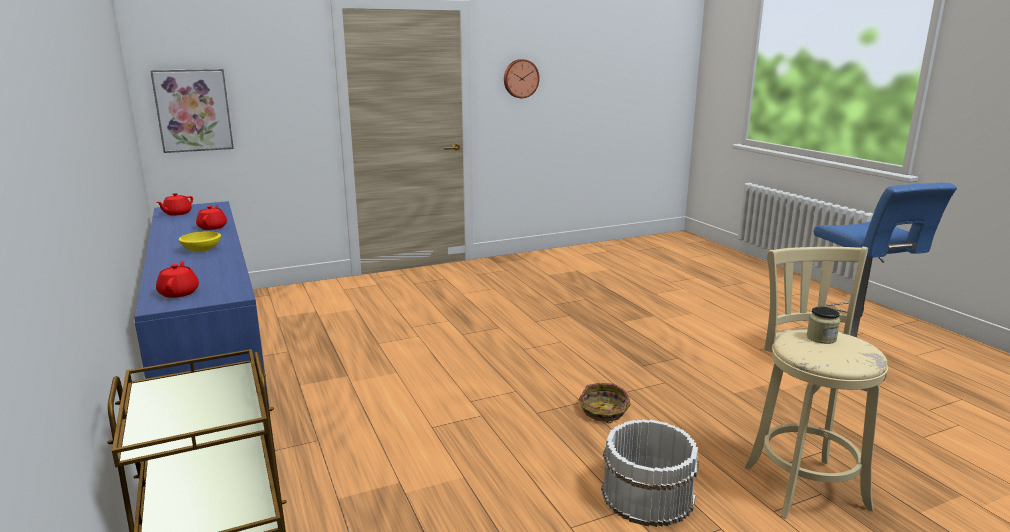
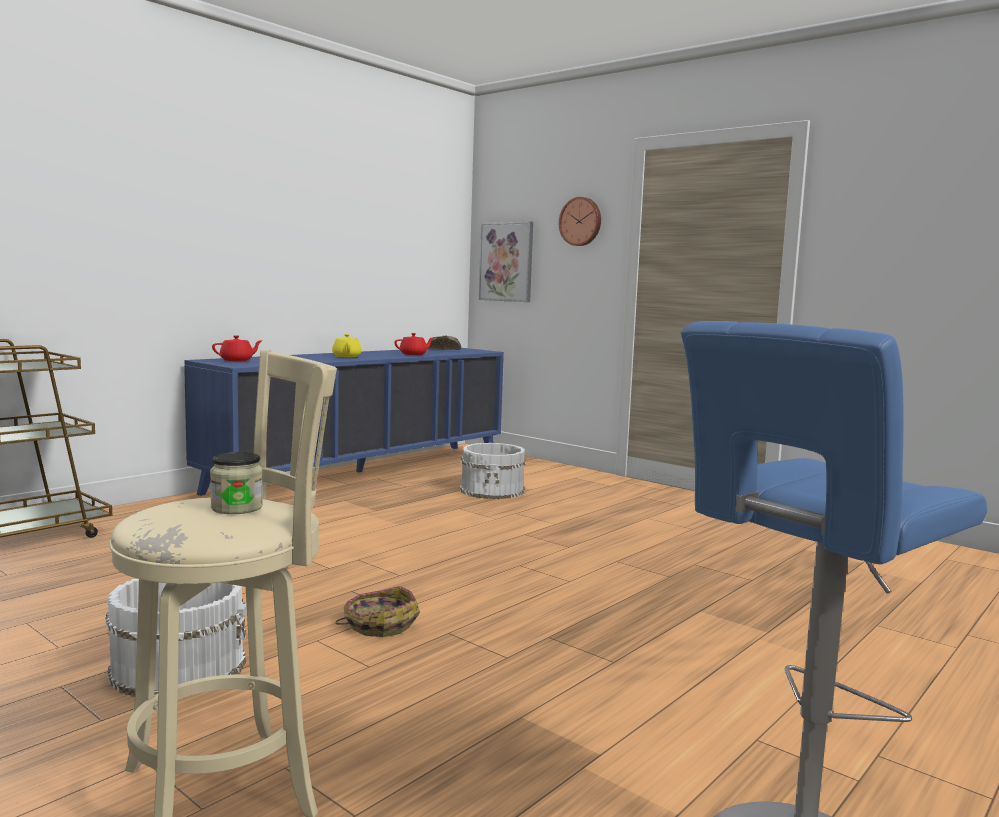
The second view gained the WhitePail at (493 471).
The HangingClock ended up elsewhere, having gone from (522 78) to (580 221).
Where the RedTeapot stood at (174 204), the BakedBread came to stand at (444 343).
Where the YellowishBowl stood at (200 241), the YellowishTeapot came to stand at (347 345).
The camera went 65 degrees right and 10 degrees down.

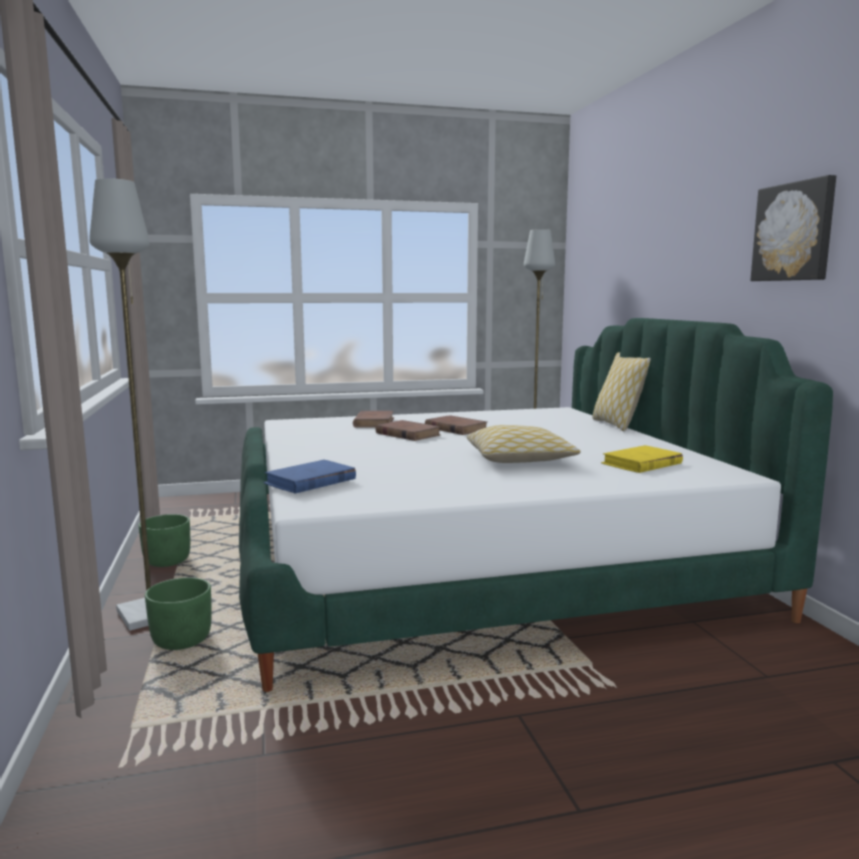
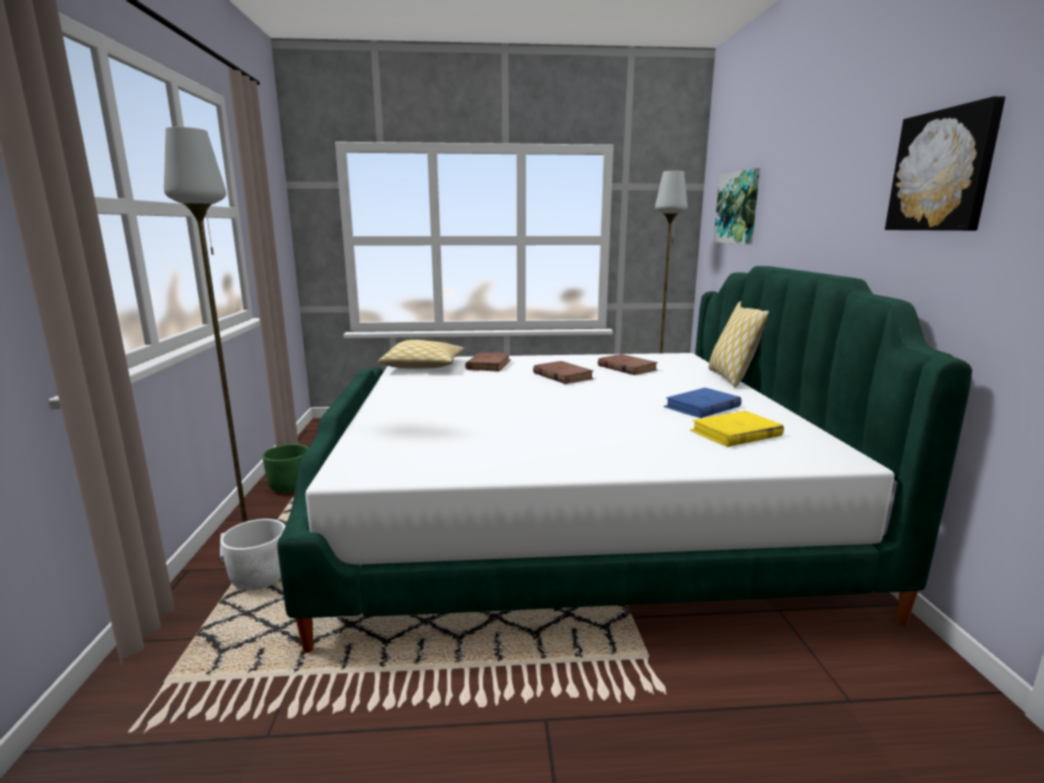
The second view gained the Picture at (737 206).
The BluishBook ended up elsewhere, having gone from (309 477) to (703 403).
The BrownBook ended up elsewhere, having gone from (408 430) to (628 364).
The Cushion ended up elsewhere, having gone from (524 444) to (421 354).
What was the GreenColouredPlantPot at (178 613) turned into the WhitePlantPot at (252 554).
The camera went 10 degrees right and 5 degrees up.

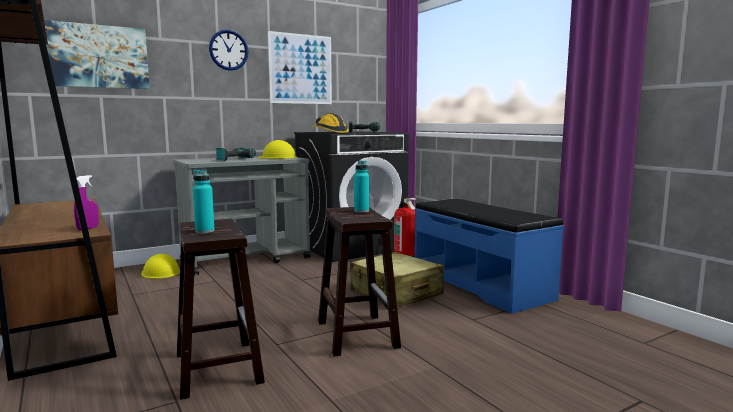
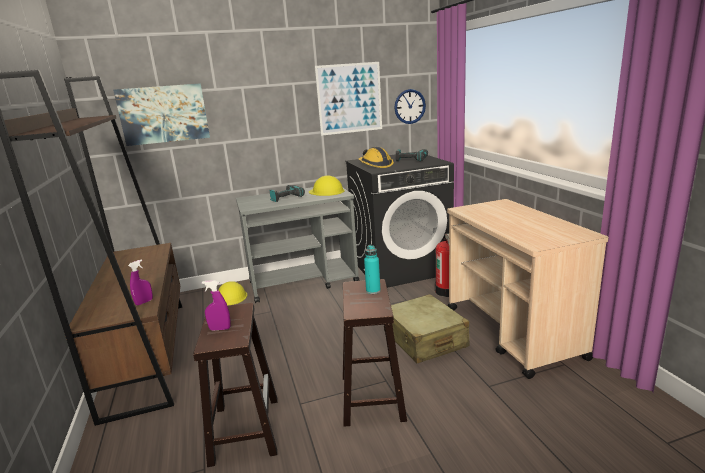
The HangingClock ended up elsewhere, having gone from (228 50) to (410 106).
Where the TurquoiseColouredDrinkBottle stood at (204 201), the PurpleSprayer came to stand at (216 305).
Where the BluishBench stood at (489 256), the SandColouredTrolley came to stand at (527 289).
The camera went 15 degrees right and 10 degrees up.

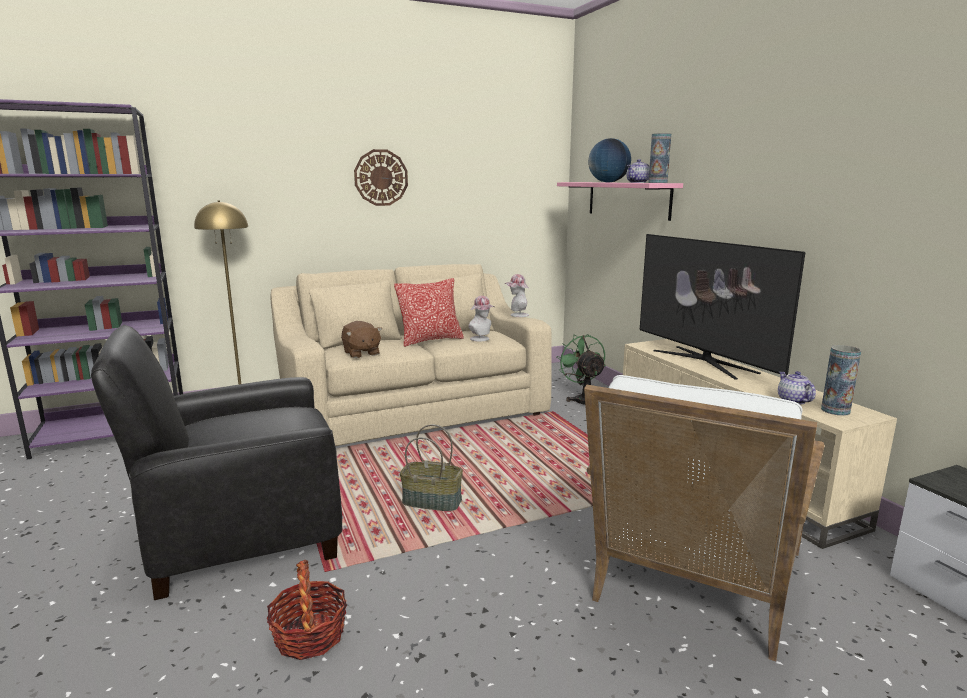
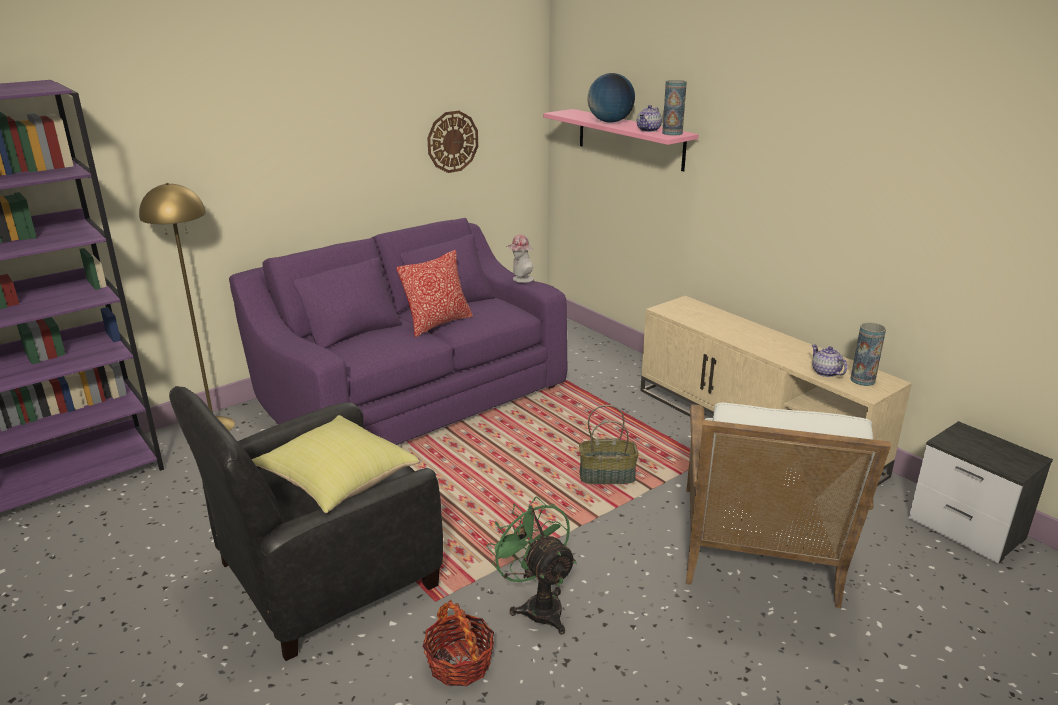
The second view lost the BrownSoftToy at (361 339).
The second view lost the WearableHat at (481 319).
The second view lost the TvSet at (722 306).
The second view gained the YellowishCushion at (335 464).
The HangingClock ended up elsewhere, having gone from (381 177) to (452 142).
The Basket ended up elsewhere, having gone from (431 467) to (609 444).
The GreenColouredCoolingFan ended up elsewhere, having gone from (581 369) to (532 565).
What was the SandColouredSofa at (411 355) turned into the PurpleSofa at (398 331).
The camera went 15 degrees left and 10 degrees up.

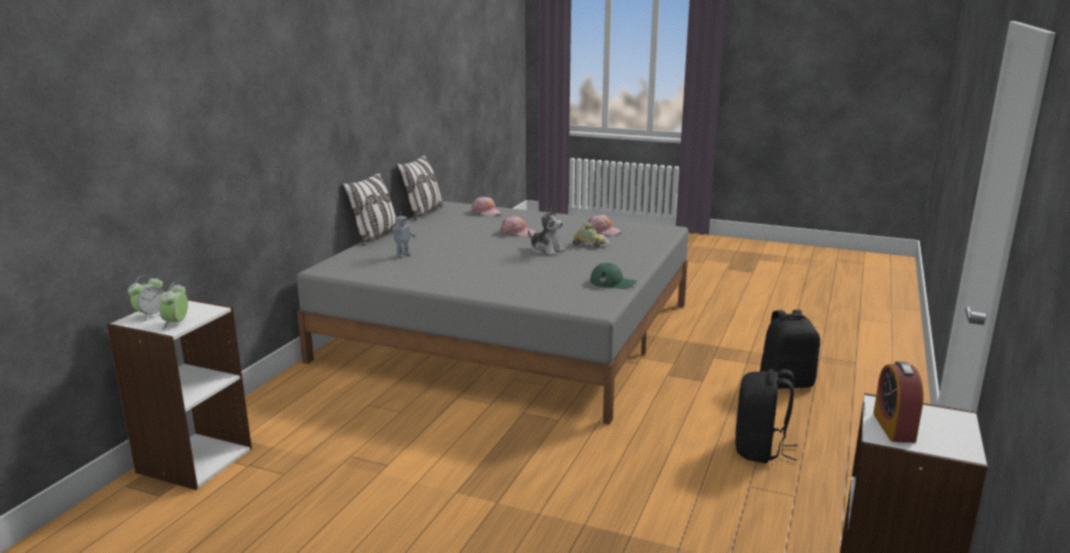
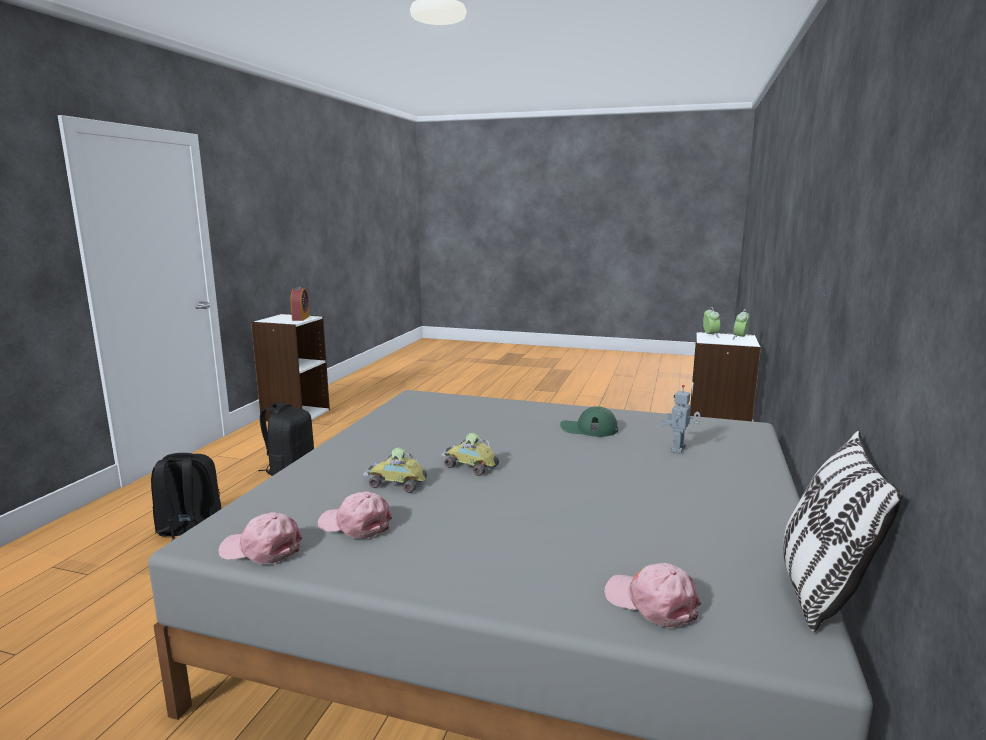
The second view lost the Cushion at (370 209).
The PinkColouredPeakedCap ended up elsewhere, having gone from (518 226) to (260 538).
The GreenColouredPeakedCap ended up elsewhere, having gone from (613 276) to (589 421).
Where the SoftToy stood at (546 232), the ToyCar came to stand at (470 454).
The camera went 175 degrees right and 5 degrees down.

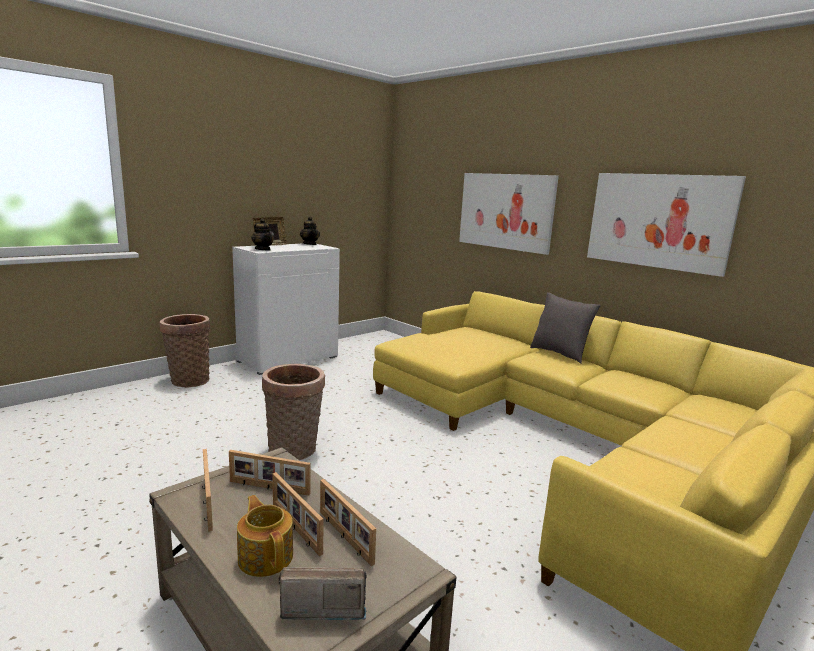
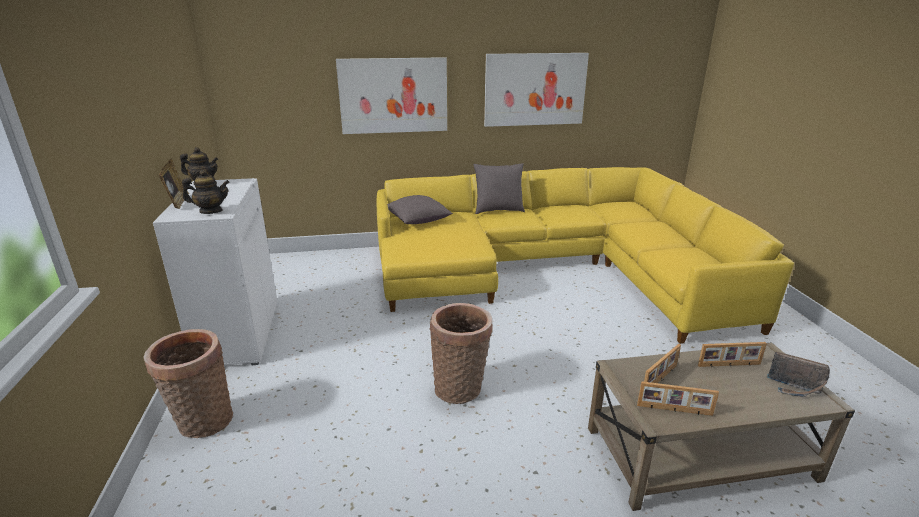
The second view lost the Teapot at (265 536).
The second view lost the PictureFrame at (298 514).
The second view gained the GreyishCushion at (420 209).
The Radio at (322 593) ended up facing another way, 90 degrees counterclockwise from before.
The camera went 55 degrees left and 10 degrees up.

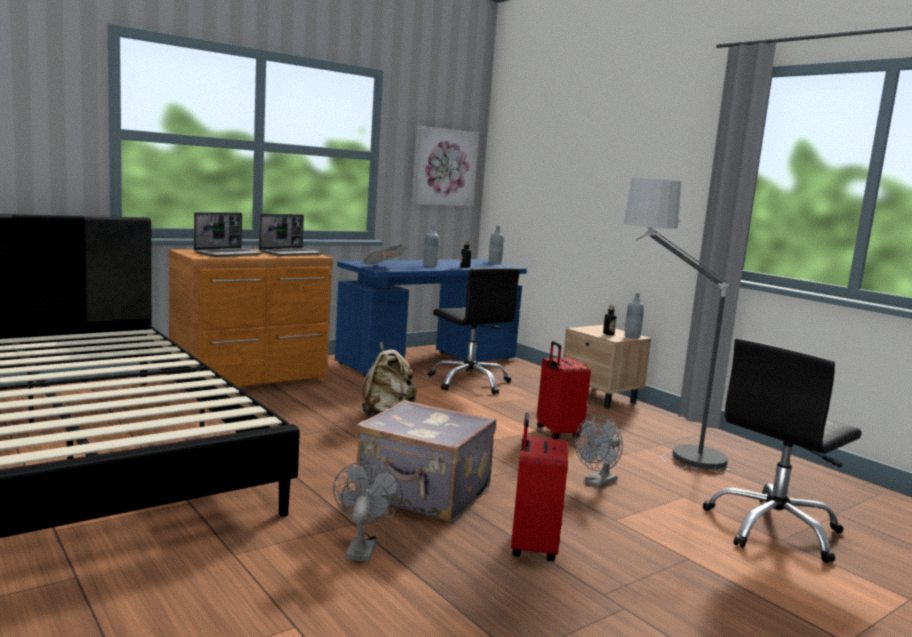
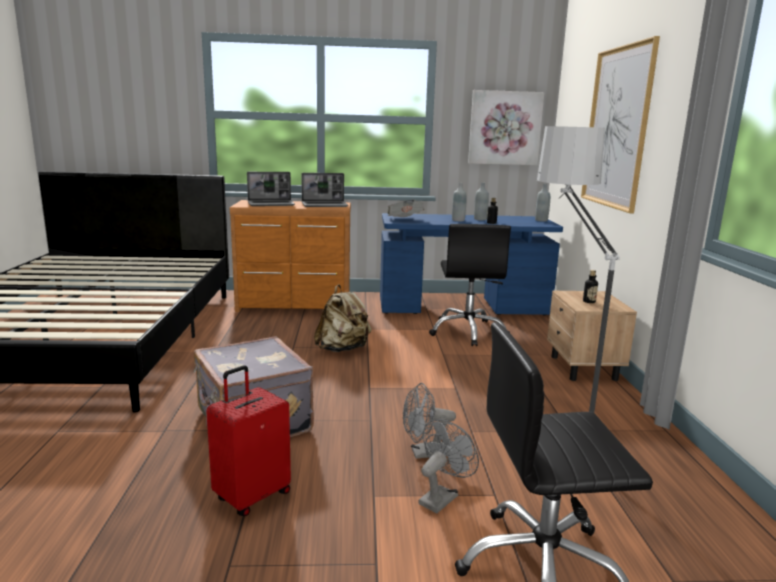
The second view lost the RedTravelCase at (564 390).
The second view gained the Picture at (620 124).
The GreyishCoolingFan ended up elsewhere, having gone from (368 512) to (449 466).
The GreyishDrinkBottle ended up elsewhere, having gone from (634 316) to (481 201).
The camera went 35 degrees right and 5 degrees up.

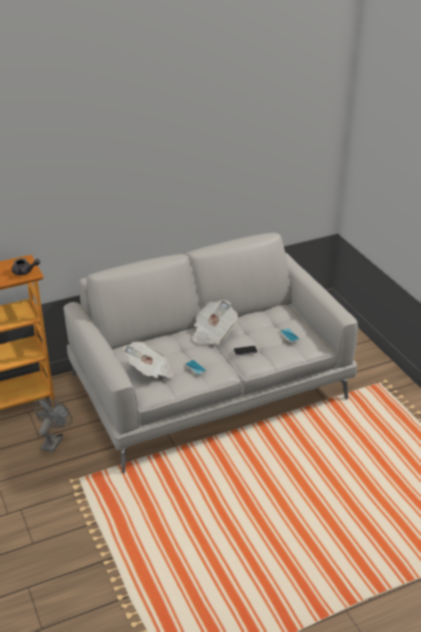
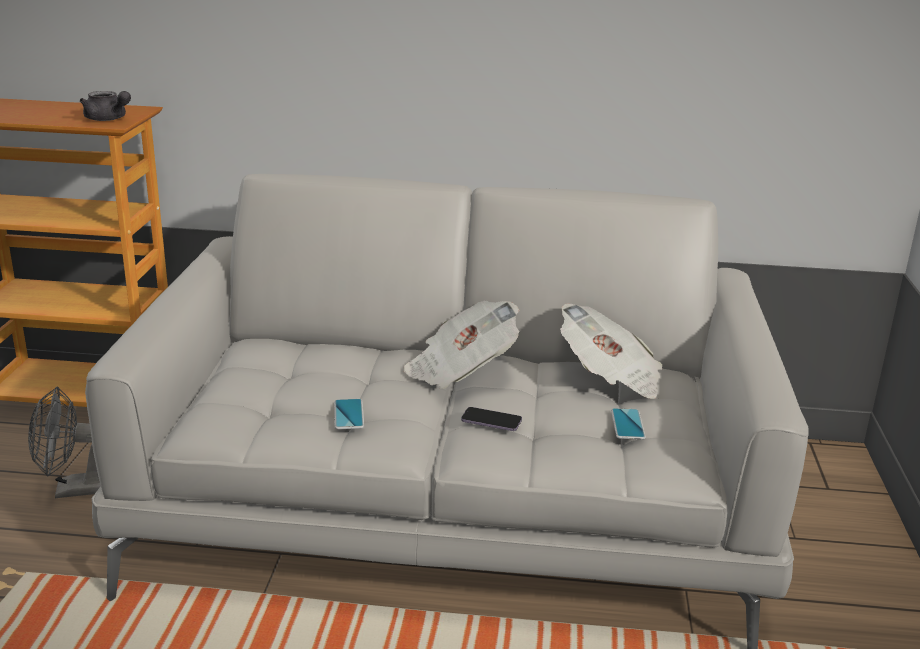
The PrintedPaper ended up elsewhere, having gone from (148 360) to (611 351).
The GreyishCoolingFan at (53 425) ended up facing another way, 150 degrees counterclockwise from before.
The camera went 30 degrees right and 10 degrees down.

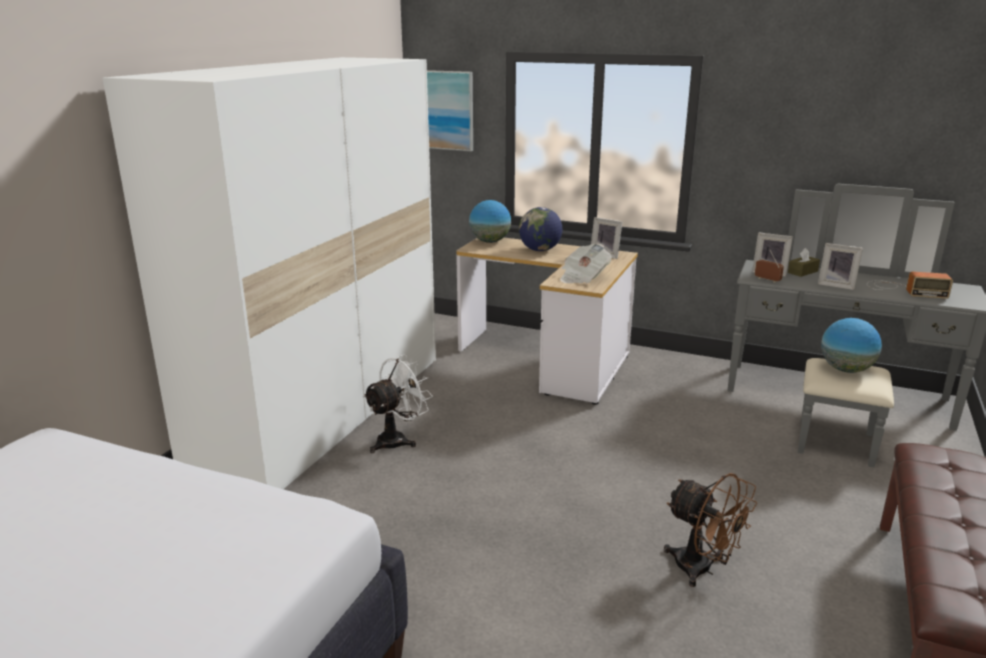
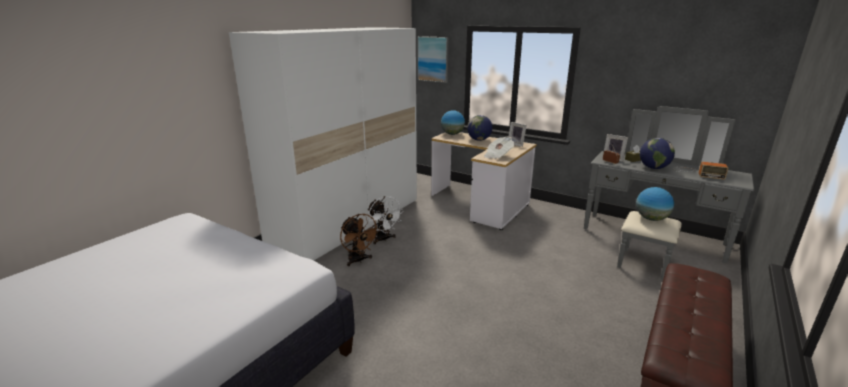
The BrownCoolingFan ended up elsewhere, having gone from (710 530) to (360 240).
Where the PictureFrame stood at (840 266), the WorldGlobe came to stand at (657 153).
The WhiteCoolingFan at (398 403) ended up facing another way, 90 degrees clockwise from before.
The camera went 10 degrees right and 0 degrees up.

